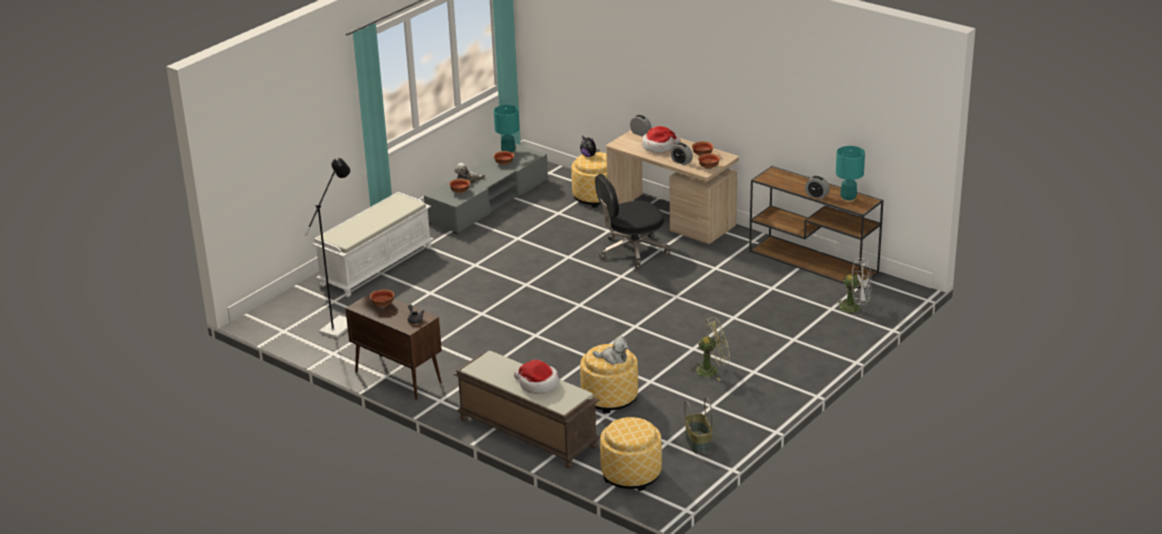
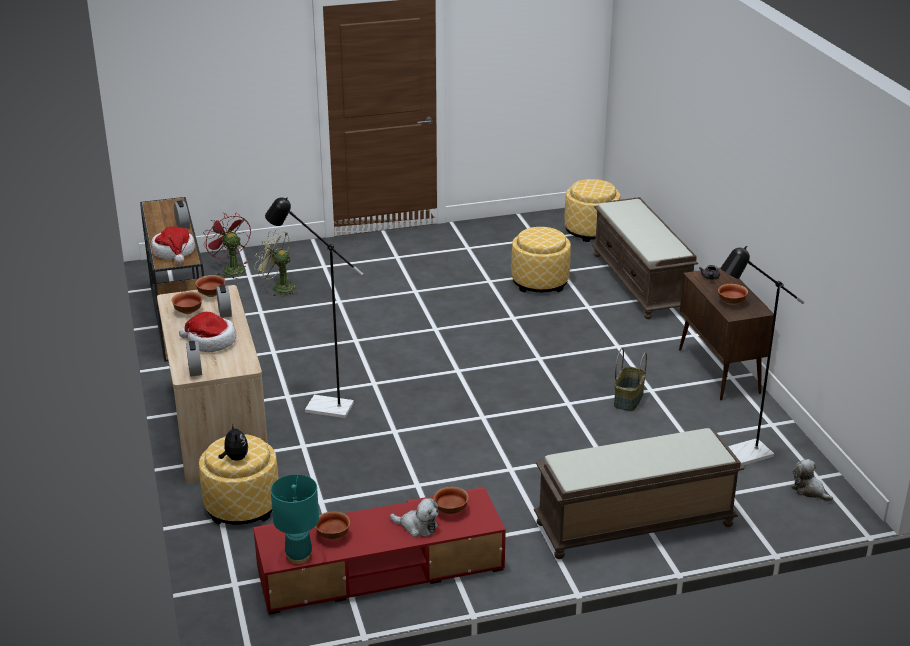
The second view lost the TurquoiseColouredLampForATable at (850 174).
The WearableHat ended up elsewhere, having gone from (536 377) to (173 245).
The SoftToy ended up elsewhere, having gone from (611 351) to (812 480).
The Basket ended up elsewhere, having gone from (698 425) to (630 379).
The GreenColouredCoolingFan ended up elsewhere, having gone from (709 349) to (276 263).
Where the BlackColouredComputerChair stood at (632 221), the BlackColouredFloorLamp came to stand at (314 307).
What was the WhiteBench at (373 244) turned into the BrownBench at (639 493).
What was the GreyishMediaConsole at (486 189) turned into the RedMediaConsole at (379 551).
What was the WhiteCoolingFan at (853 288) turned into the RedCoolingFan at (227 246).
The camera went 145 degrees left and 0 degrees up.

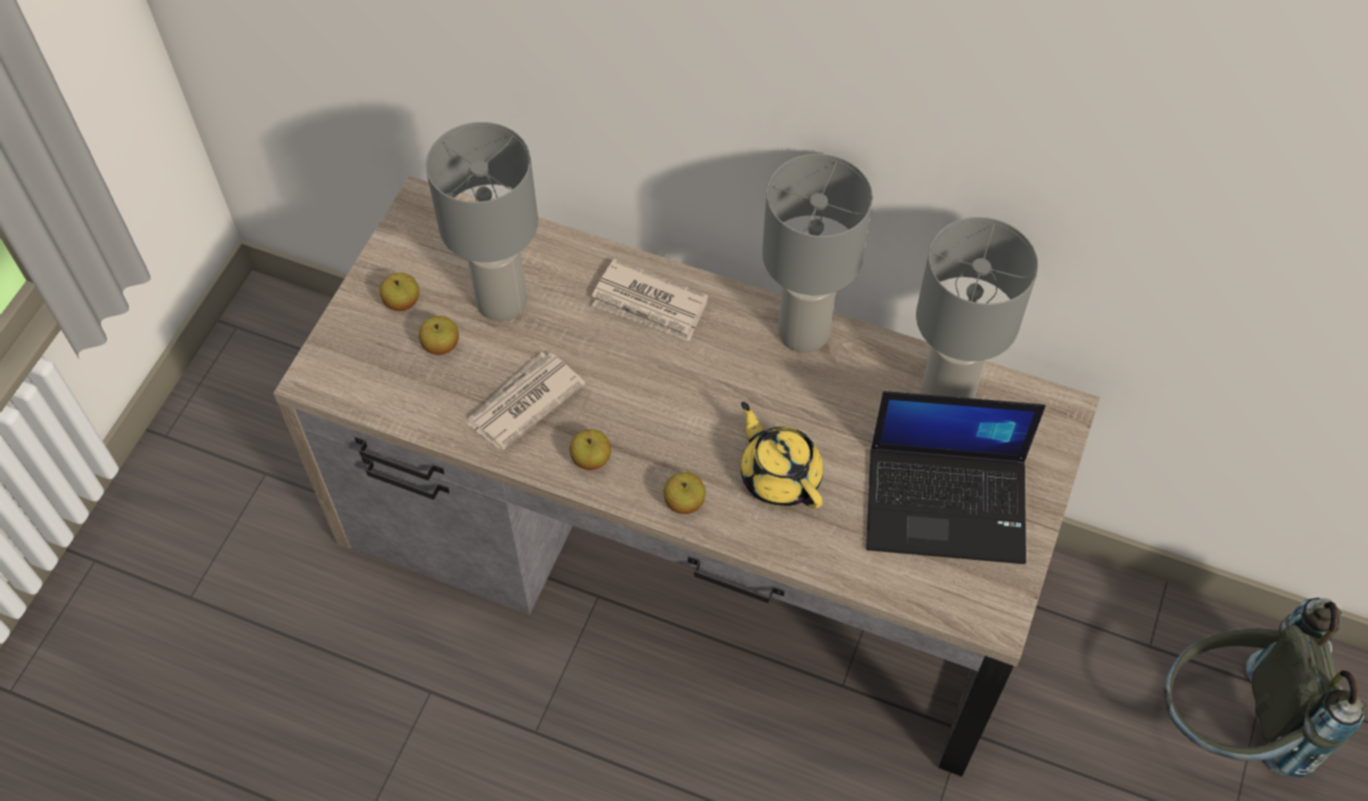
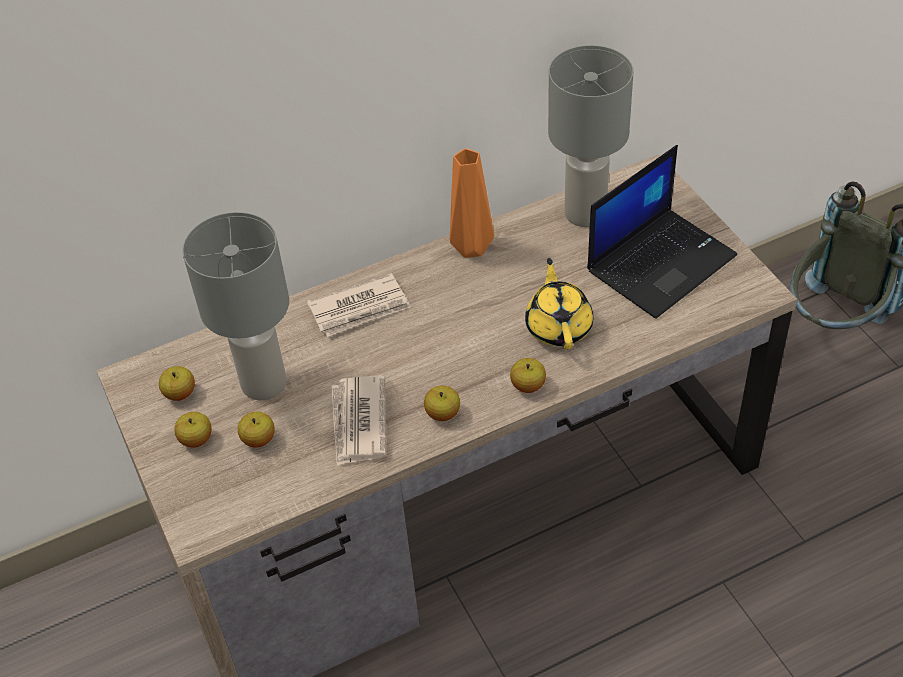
The second view gained the Apple at (177 383).
Where the GreyishLampForATable stood at (817 253), the OrangeVase came to stand at (472 203).
The YellowishTeapot at (782 455) ended up facing another way, 75 degrees clockwise from before.
The camera went 45 degrees left and 10 degrees down.

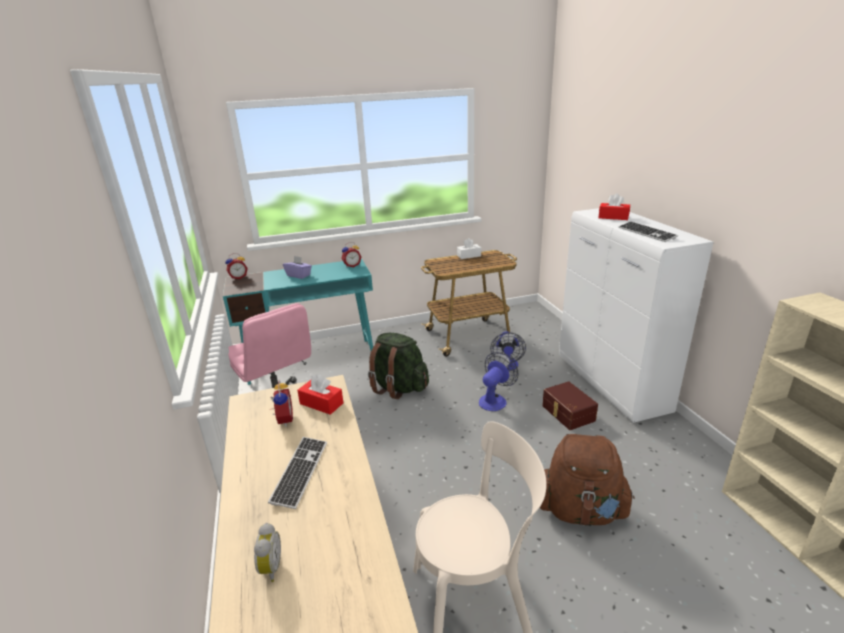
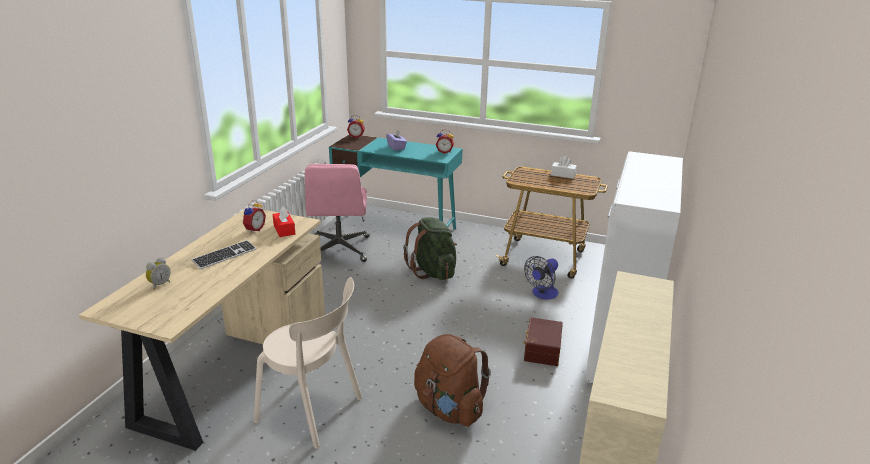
The second view lost the CoolingFan at (498 381).
The second view lost the RedTissueBox at (614 206).
The second view lost the Keyboard at (648 232).
The camera went 35 degrees right and 0 degrees up.

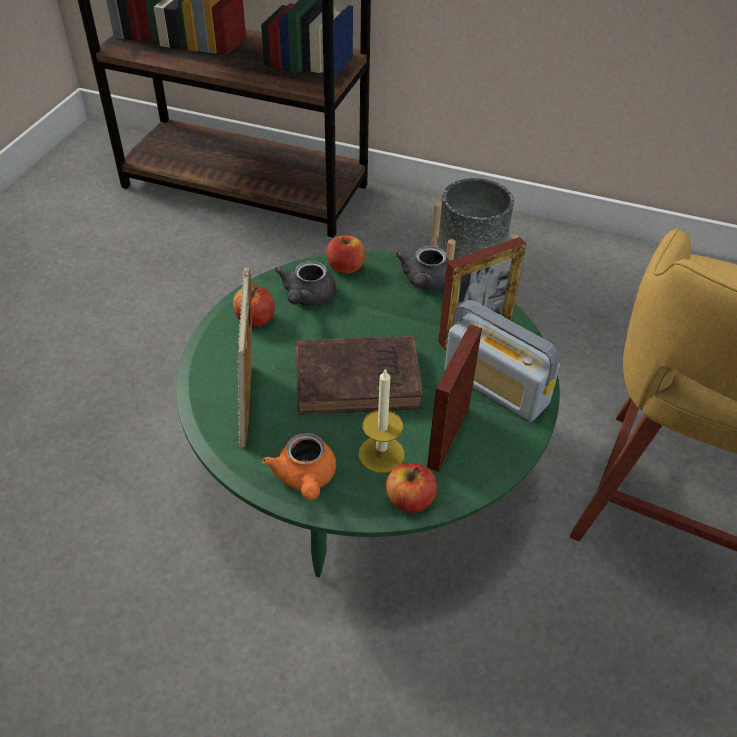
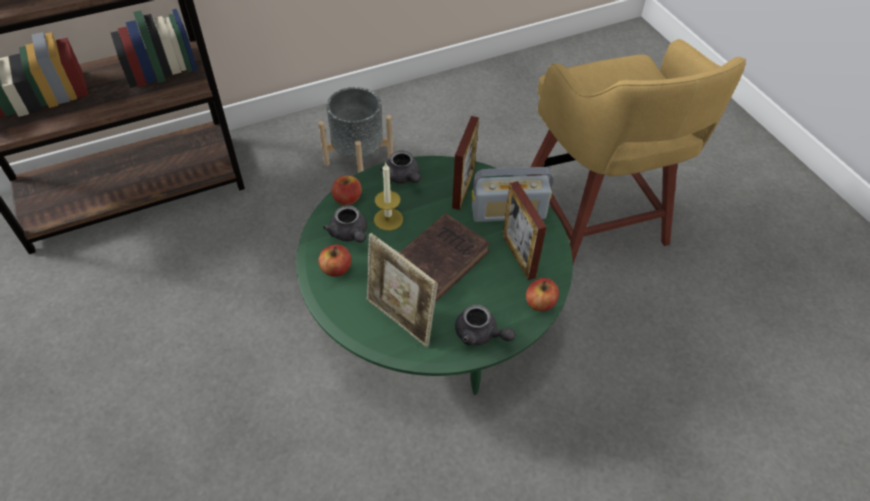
The WaxCandle ended up elsewhere, having gone from (381 420) to (388 197).
What was the OrangeTeapot at (299 466) turned into the GreyishTeapot at (485 325).
The camera went 45 degrees left and 5 degrees up.

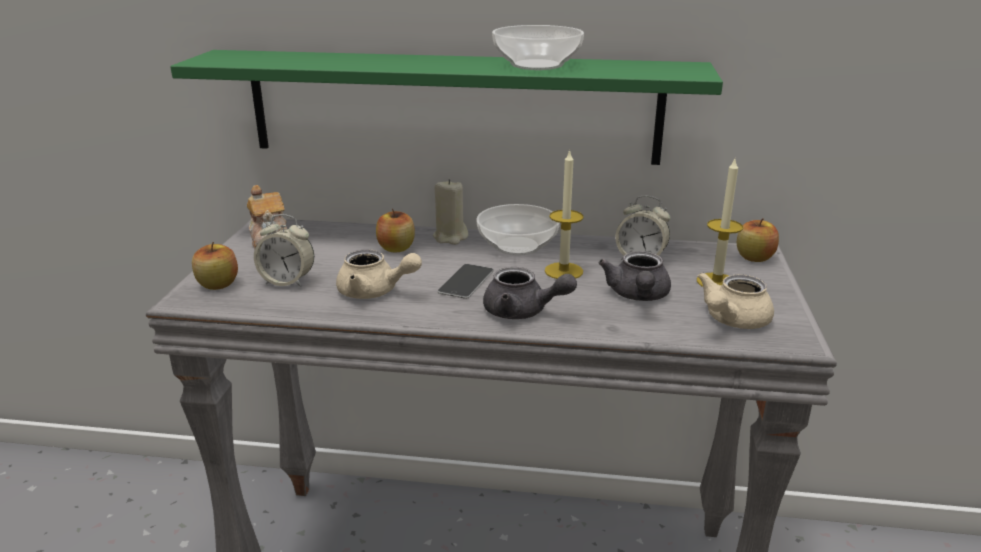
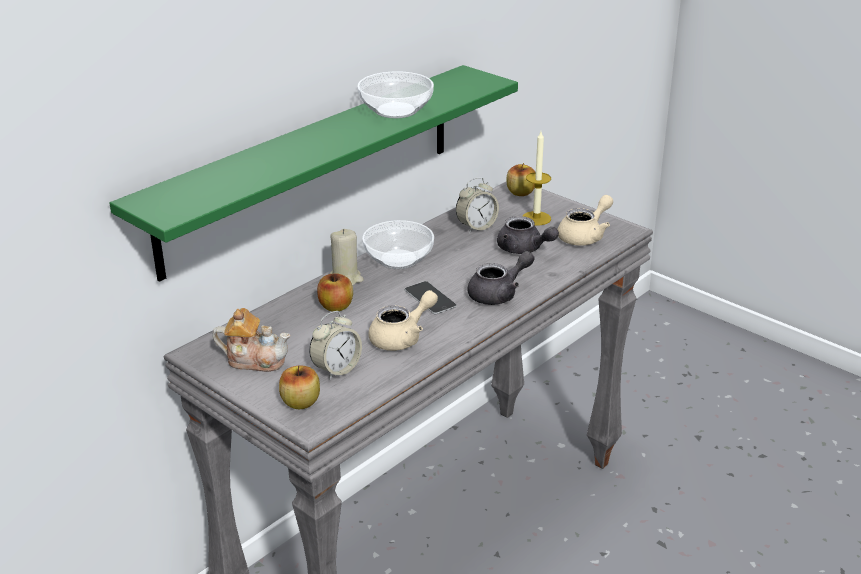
The second view lost the WaxCandle at (564 214).
The SandColouredTeapot at (735 300) ended up facing another way, 120 degrees counterclockwise from before.
The camera went 55 degrees left and 5 degrees up.

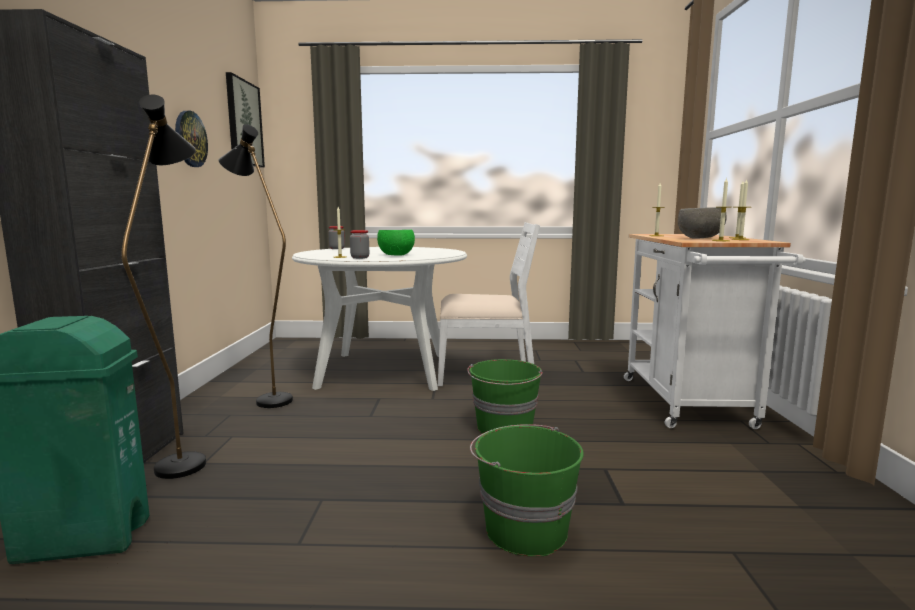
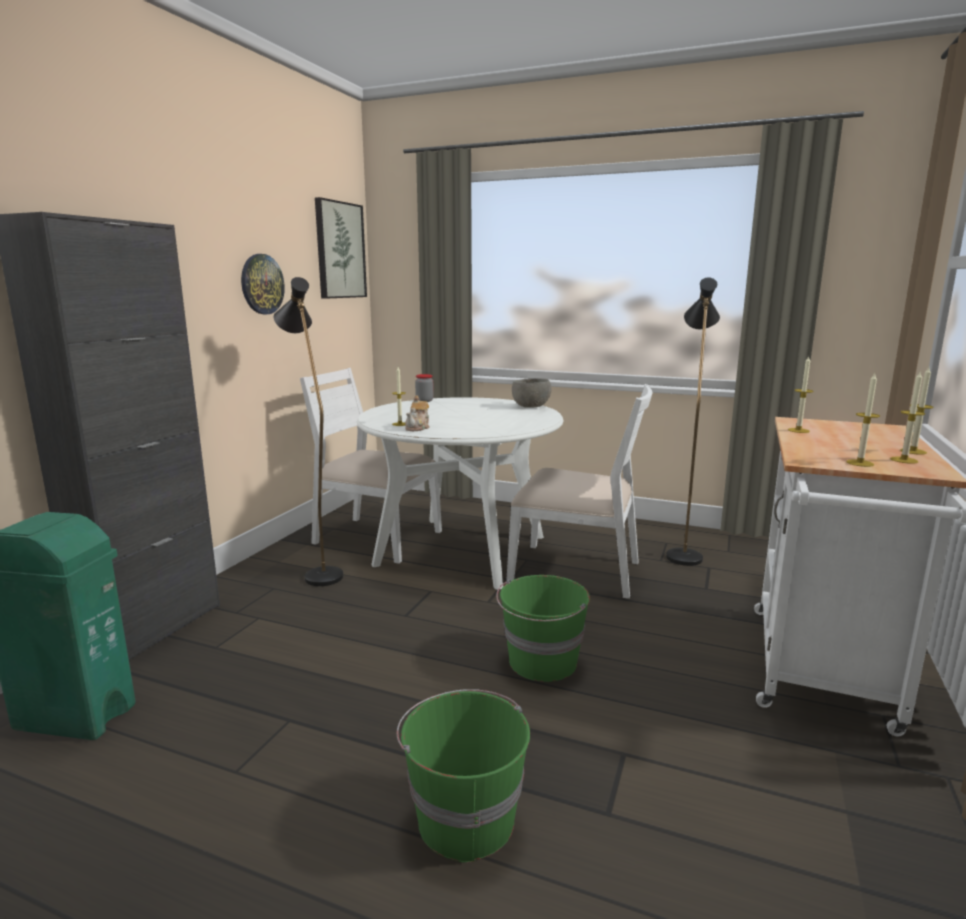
The second view lost the GreenColouredBowl at (396 243).
The second view gained the WhiteChair at (371 466).
The BlackColouredFloorLamp ended up elsewhere, having gone from (164 287) to (693 421).
The GreyishBowl ended up elsewhere, having gone from (702 223) to (532 393).
Where the StorageJar stood at (359 244), the Teapot came to stand at (417 413).
The camera went 20 degrees right and 5 degrees up.

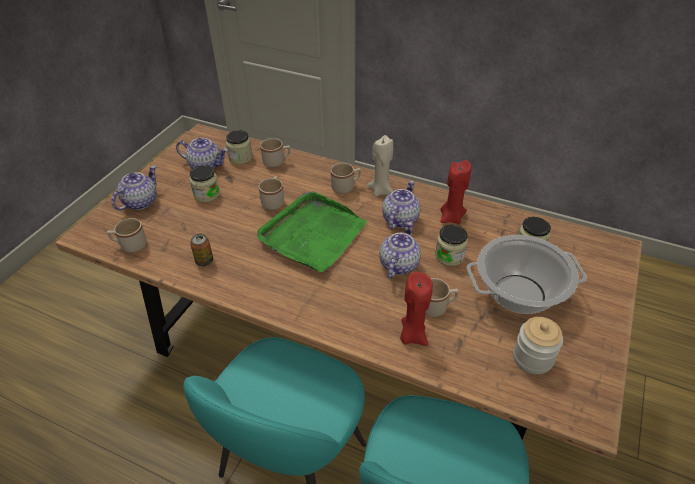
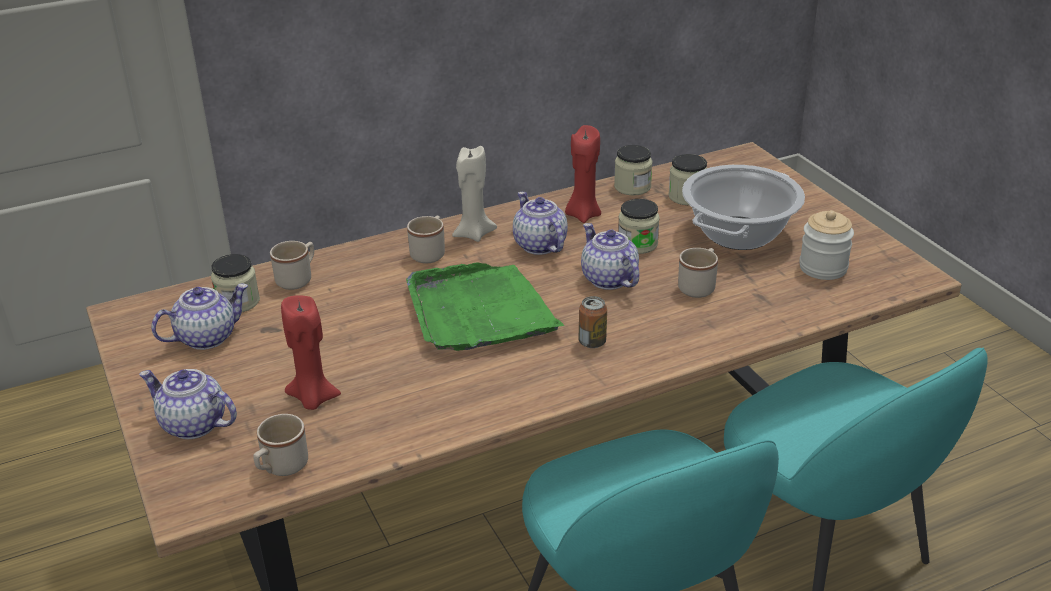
The second view lost the SandColouredTeaMug at (271 193).
The StorageJar ended up elsewhere, having gone from (205 183) to (633 170).
The Can ended up elsewhere, having gone from (201 250) to (593 322).
The RedWaxCandle ended up elsewhere, having gone from (416 309) to (311 352).
The Teapot at (134 188) ended up facing another way, 45 degrees counterclockwise from before.
The camera went 50 degrees left and 10 degrees down.

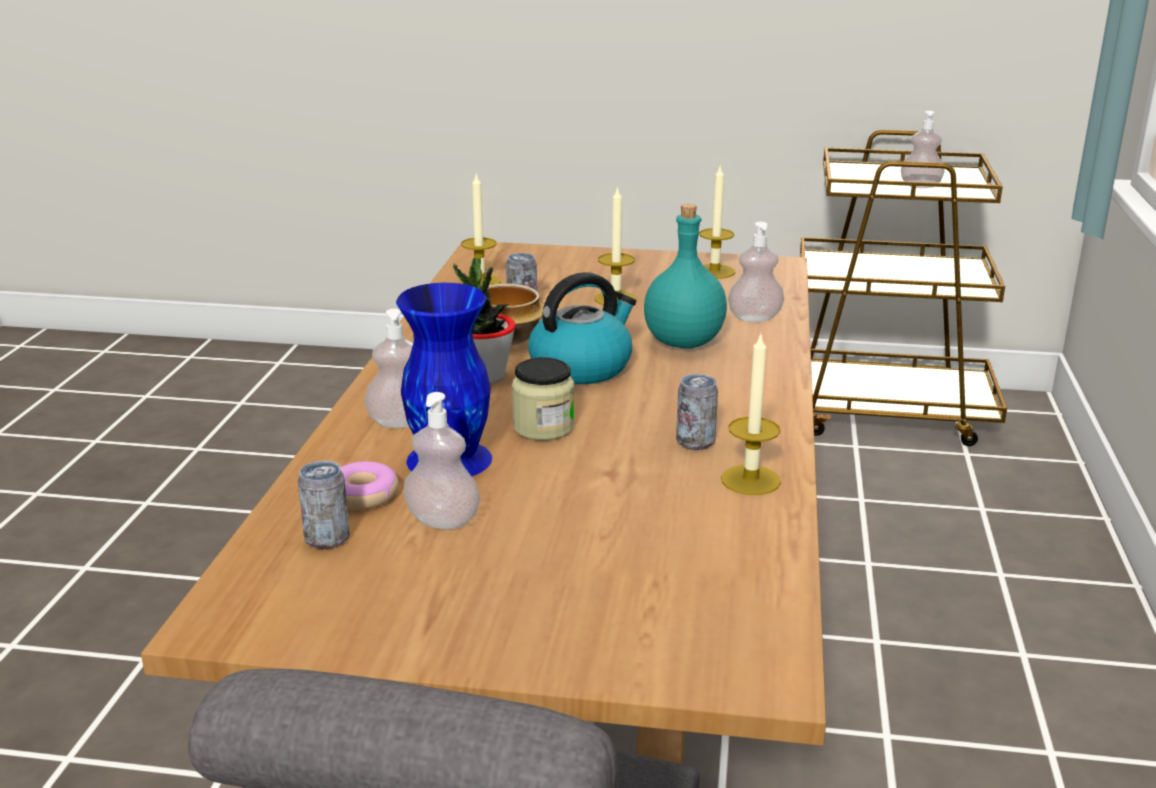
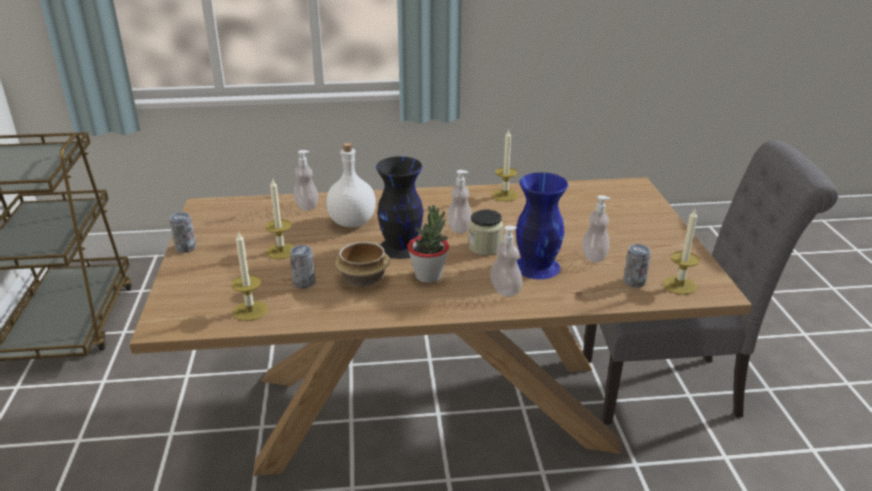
The second view lost the RingDoughnut at (370 485).
The Can ended up elsewhere, having gone from (697 412) to (183 232).
The WaxCandle ended up elsewhere, having gone from (717 222) to (681 252).
The SoapBottle ended up elsewhere, having gone from (923 149) to (459 201).
Where the Kettle stood at (582 328), the BlackColouredVase came to stand at (400 207).
What was the TurquoiseColouredDrinkBottle at (685 276) turned into the WhiteDrinkBottle at (351 185).
The camera went 105 degrees left and 5 degrees up.

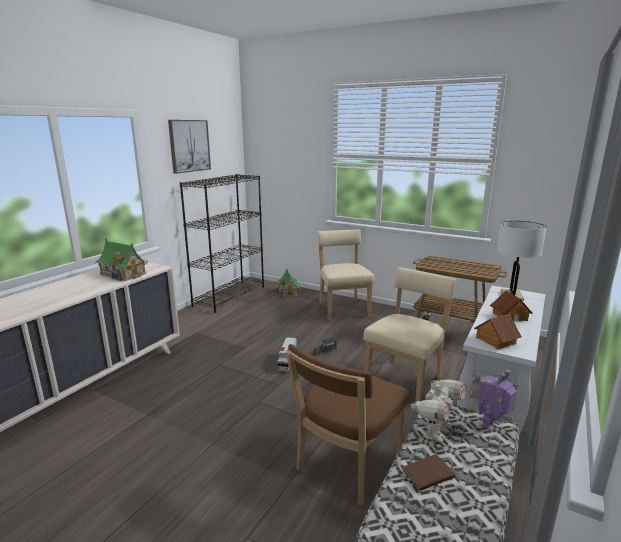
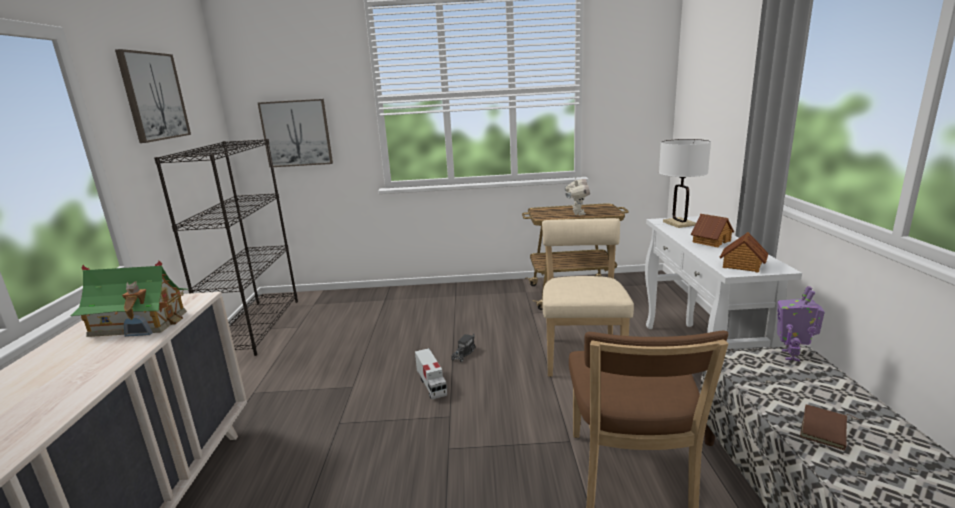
The second view lost the MiniatureHouse at (289 283).
The second view lost the SandColouredChair at (345 275).
The second view gained the Picture at (295 133).
The ModelRobot ended up elsewhere, having gone from (438 410) to (577 196).
The camera went 30 degrees left and 0 degrees up.

